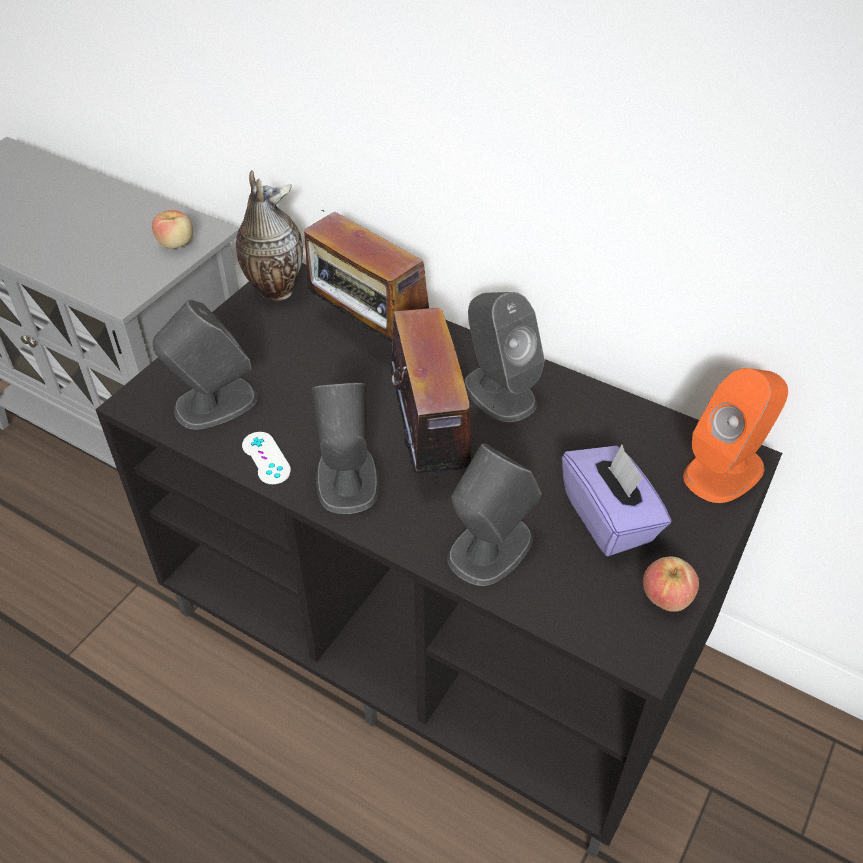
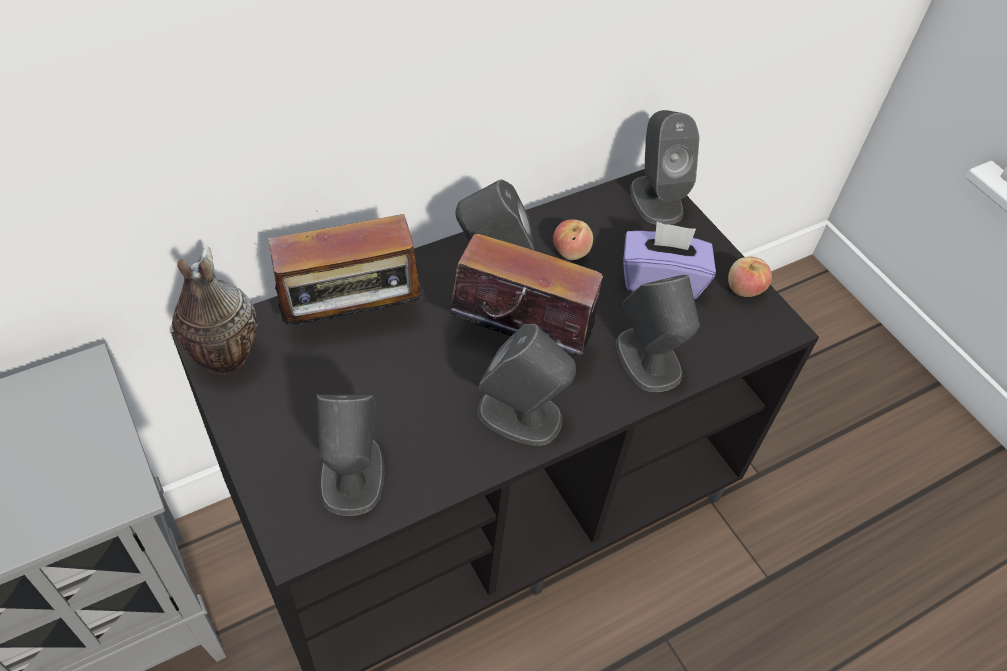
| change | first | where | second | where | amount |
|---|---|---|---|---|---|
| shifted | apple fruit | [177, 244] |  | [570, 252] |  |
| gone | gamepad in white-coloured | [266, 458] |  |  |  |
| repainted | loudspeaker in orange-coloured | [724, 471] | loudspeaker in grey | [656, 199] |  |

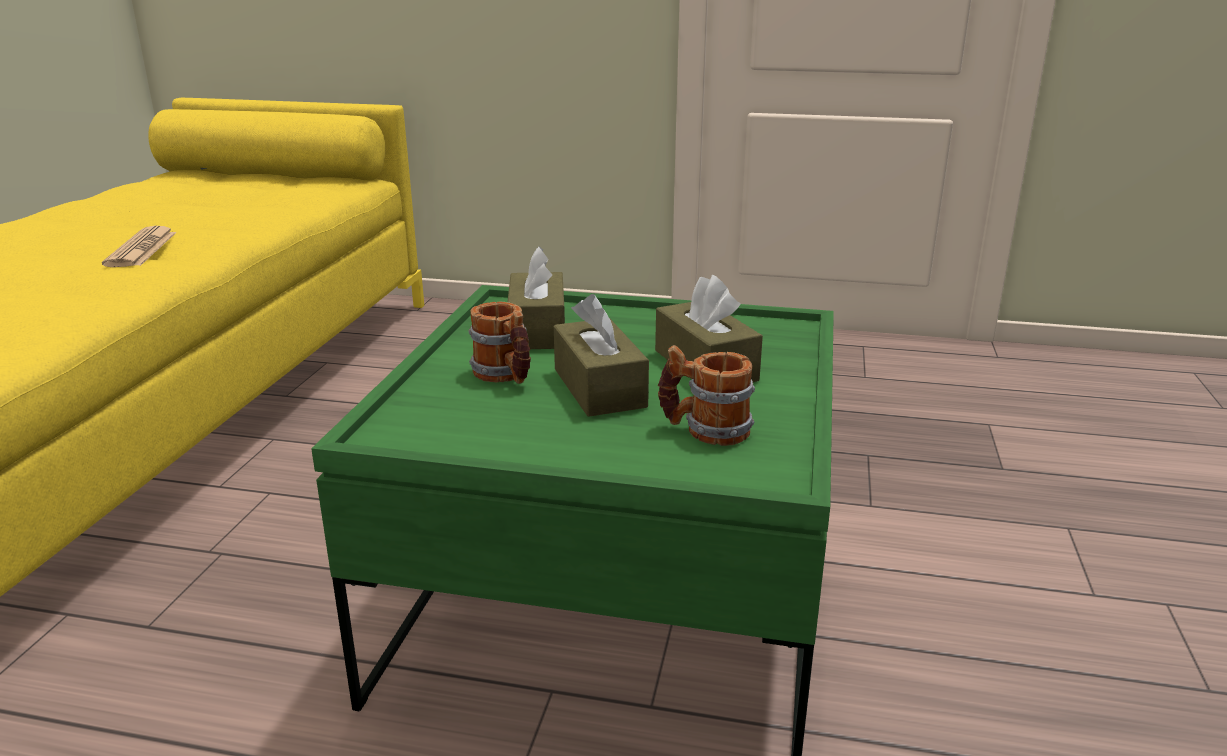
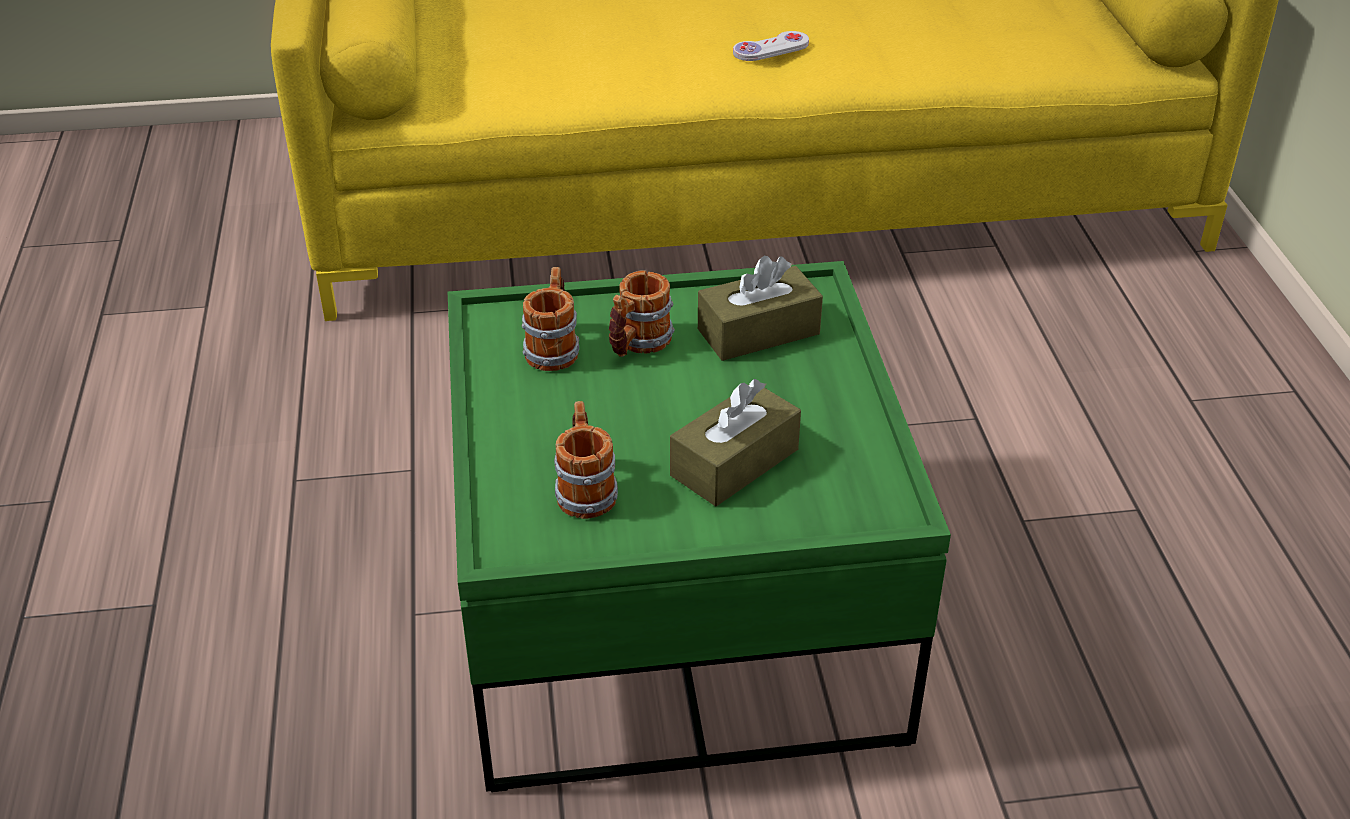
| change | first | where | second | where | amount |
|---|---|---|---|---|---|
| swapped | daily paper | [141, 249] | gamepad in white-coloured | [771, 49] |  |
| gone | tissue holder in brown-coloured | [599, 388] |  |  |  |
| new |  |  | mug | [554, 347] |  |

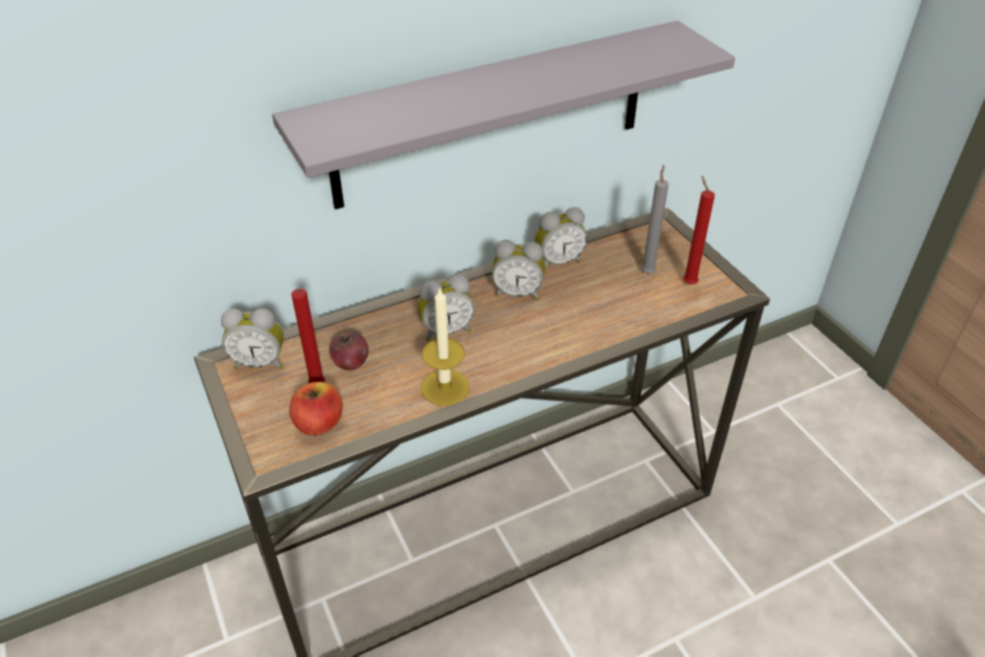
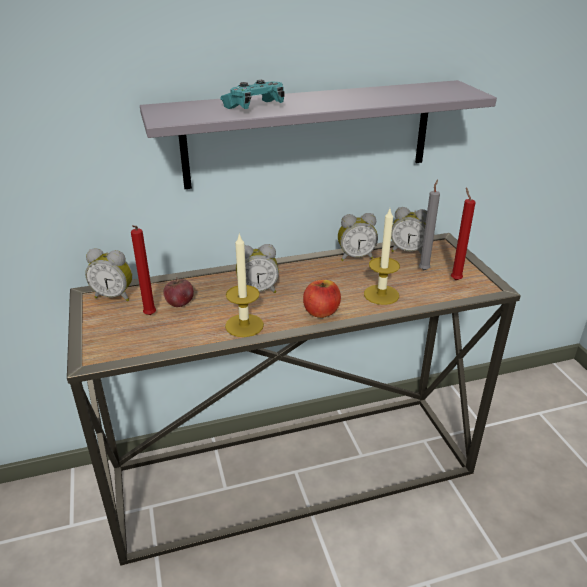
| change | first | where | second | where | amount |
|---|---|---|---|---|---|
| shifted | apple fruit | [319, 423] |  | [321, 312] |  |
| shifted | alarm clock | [518, 293] |  | [408, 251] |  |
| new |  |  | gamepad in blue-green | [254, 107] |  |
| new |  |  | wax candle | [381, 294] |  |

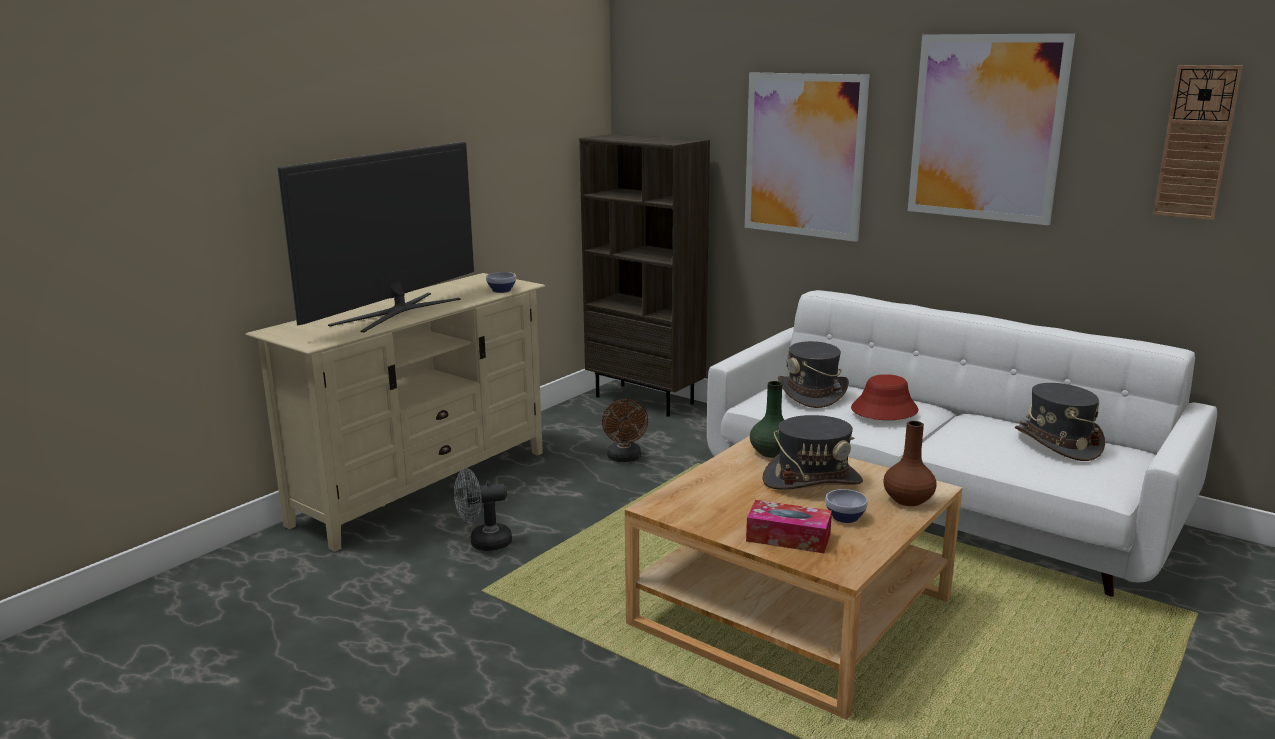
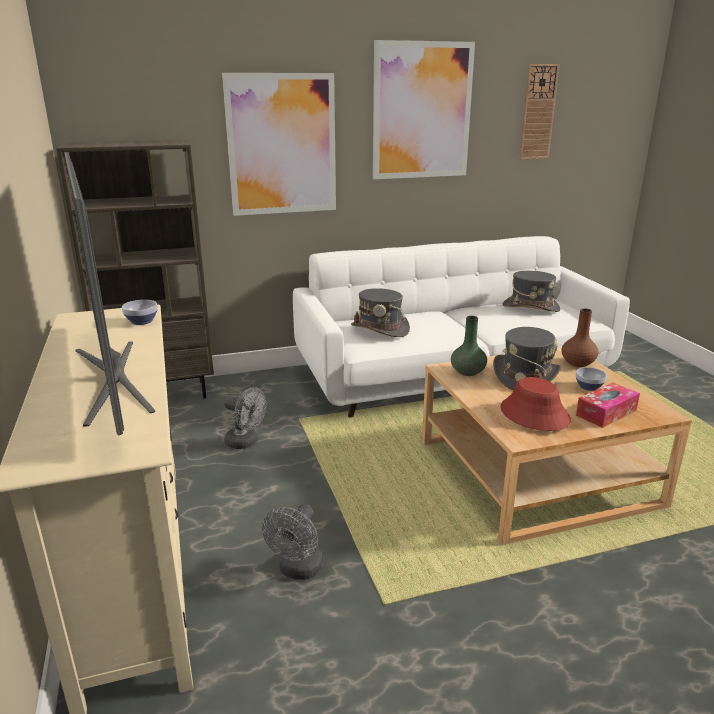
| change | first | where | second | where | amount |
|---|---|---|---|---|---|
| repainted | cooling fan in brown-coloured | [625, 458] | cooling fan in grey | [246, 442] |  |
| shifted | clothing hat in red | [884, 410] |  | [534, 414] |  |

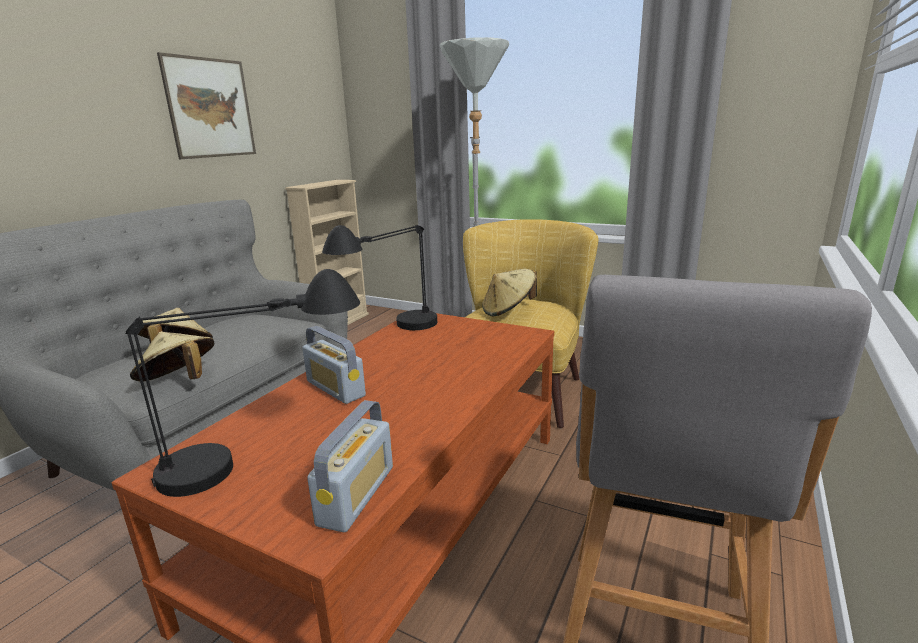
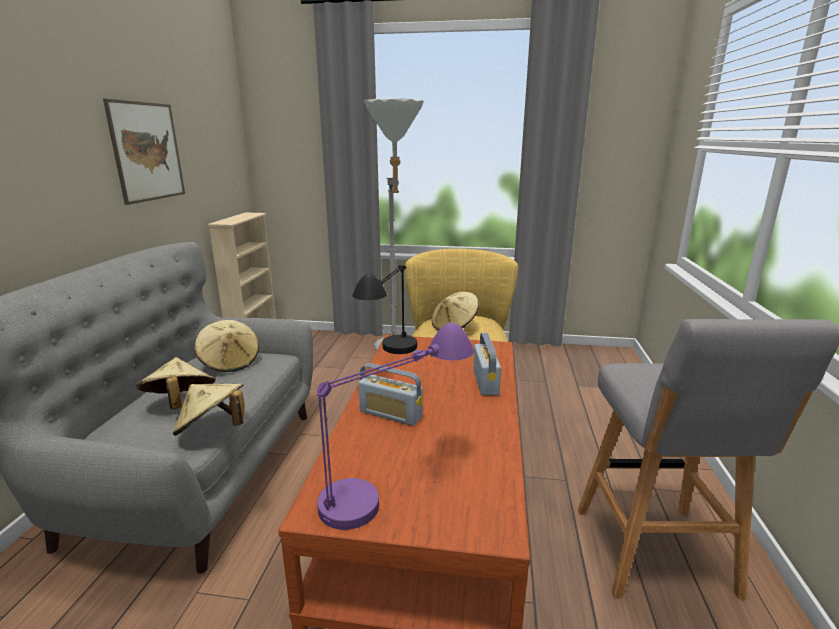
| change | first | where | second | where | amount |
|---|---|---|---|---|---|
| repainted | lamp for a table in black-coloured | [262, 460] | lamp for a table in purple | [394, 484] |  |
| shifted | radio set | [357, 495] |  | [485, 382] |  |
| new |  |  | clothing hat in beige | [230, 362] |  |

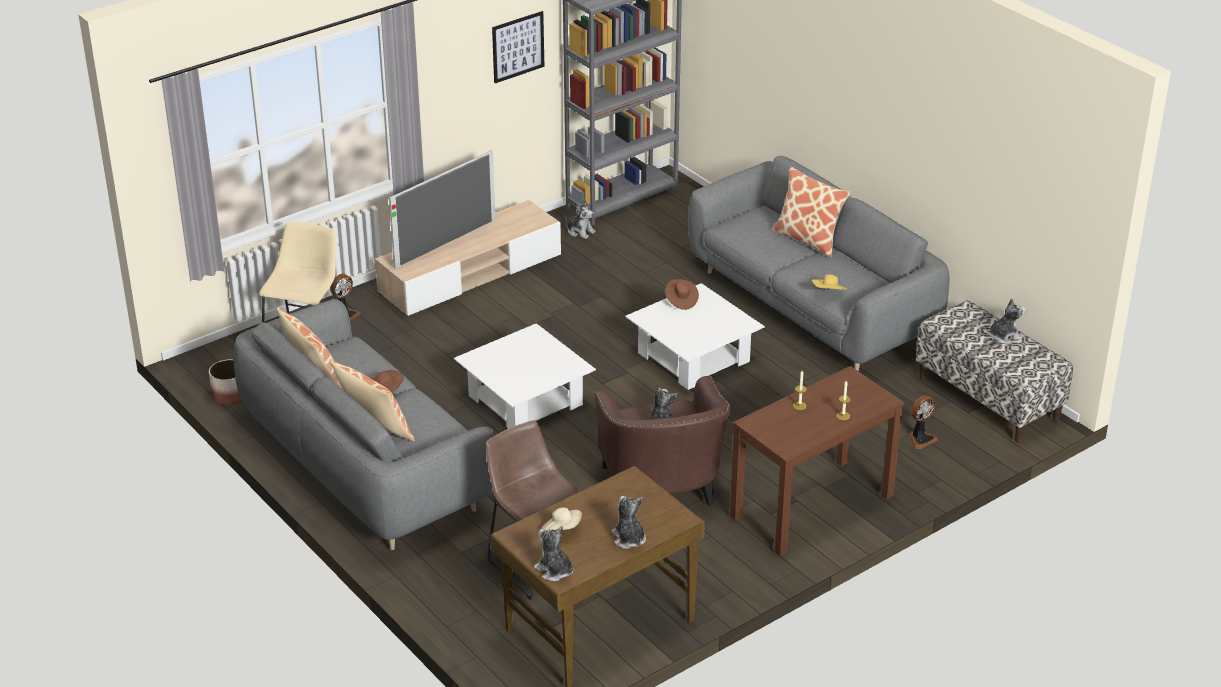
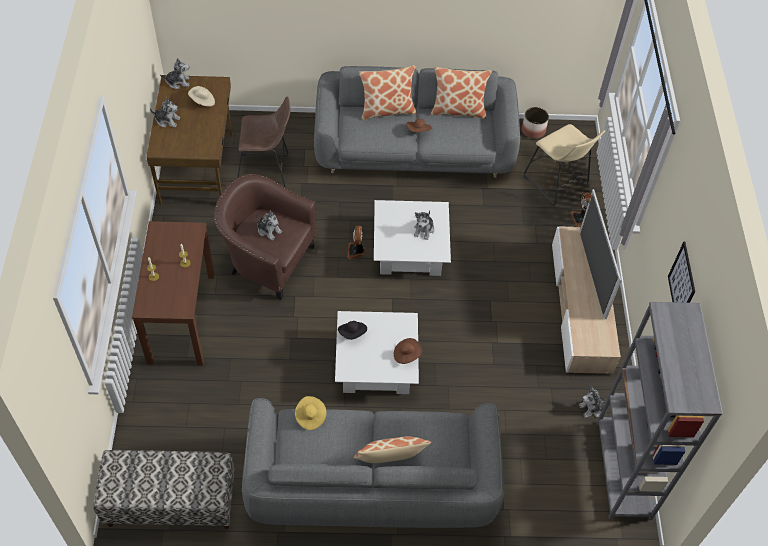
| change | first | where | second | where | amount |
|---|---|---|---|---|---|
| shifted | cooling fan | [921, 439] |  | [356, 251] |  |
| shifted | cuddly toy | [1004, 336] |  | [424, 230] |  |
| new |  |  | clothing hat in black-coloured | [352, 333] |  |

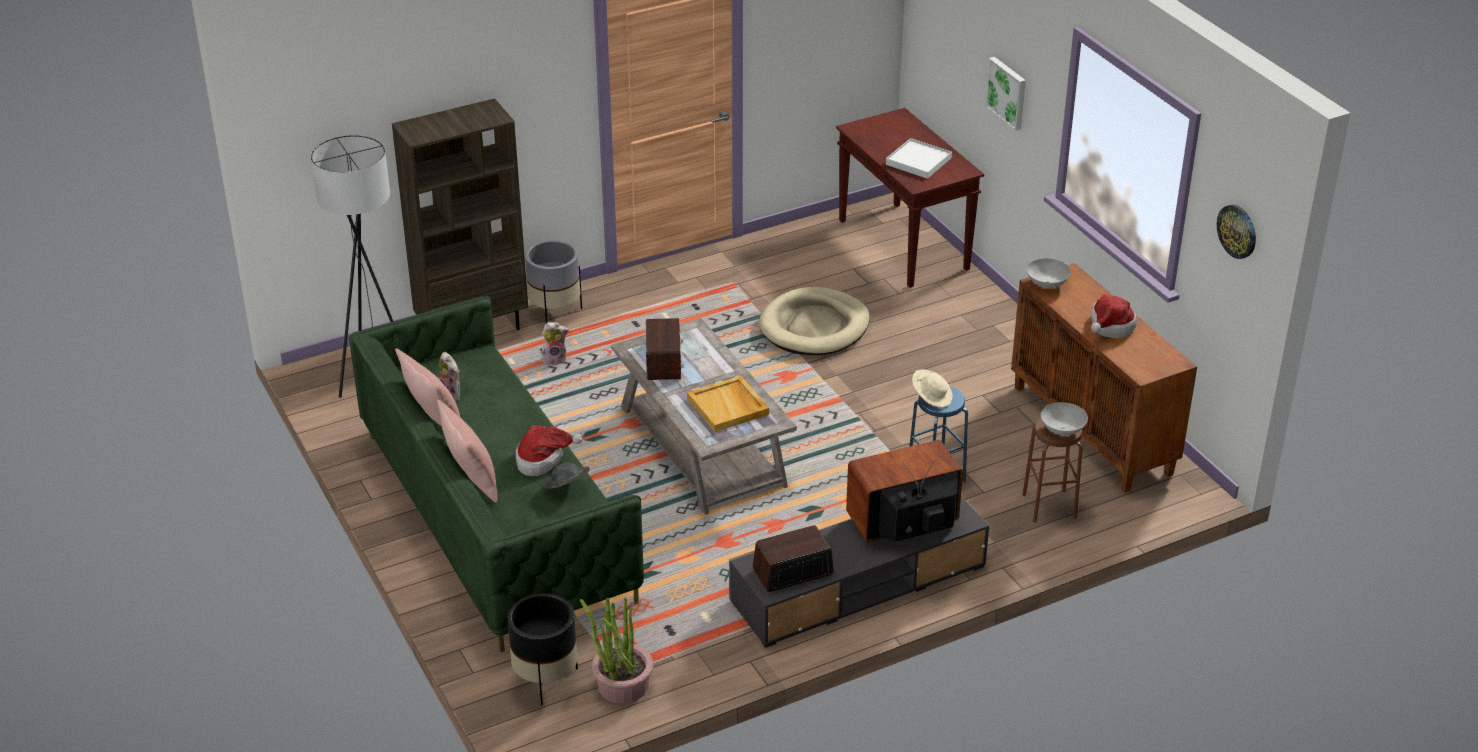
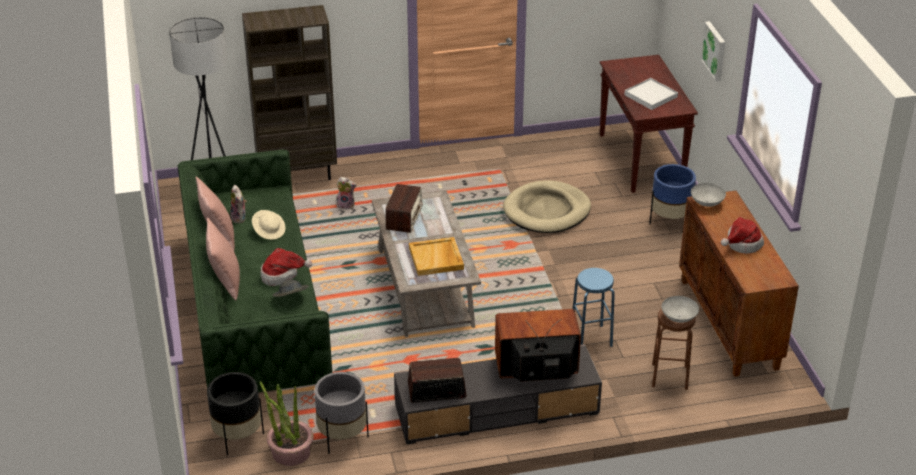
| change | first | where | second | where | amount |
|---|---|---|---|---|---|
| shifted | planter in grey | [555, 313] |  | [342, 437] |  |
| shifted | clothing hat in beige | [931, 397] |  | [269, 231] |  |
| gone | hanging clock | [1237, 231] |  |  |  |
| new |  |  | planter in bluish | [670, 221] |  |

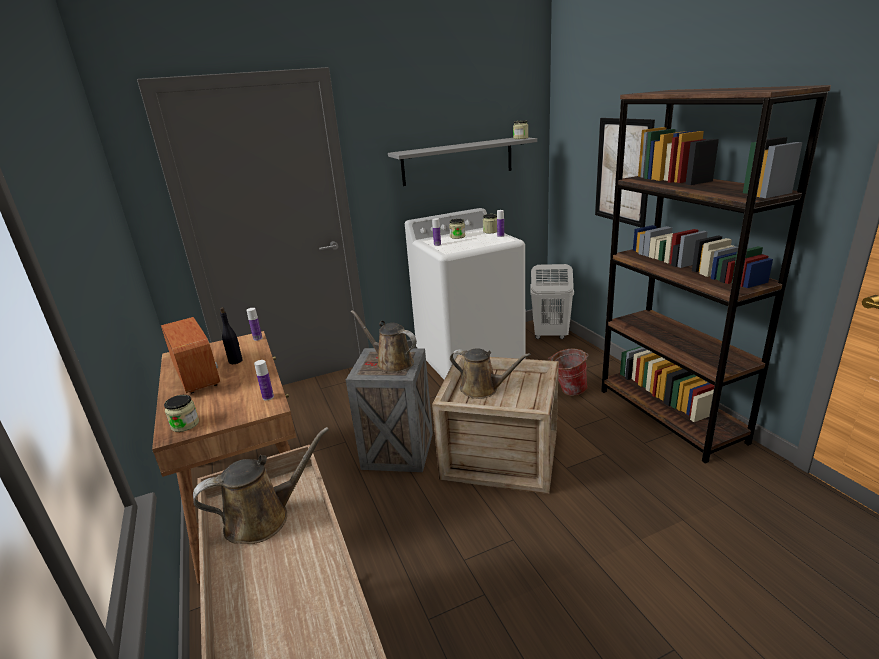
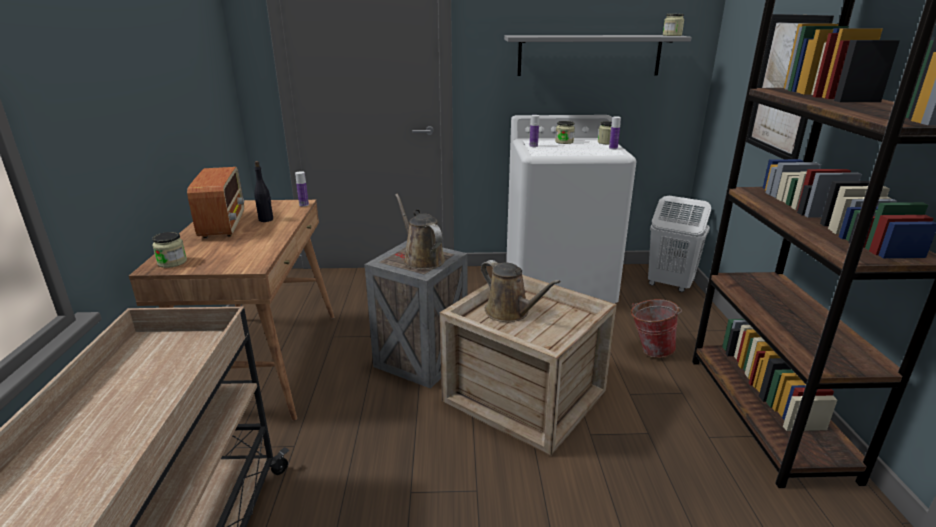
| change | first | where | second | where | amount |
|---|---|---|---|---|---|
| gone | watering pot in brown-coloured | [263, 518] |  |  |  |
| gone | drink bottle | [268, 397] |  |  |  |

